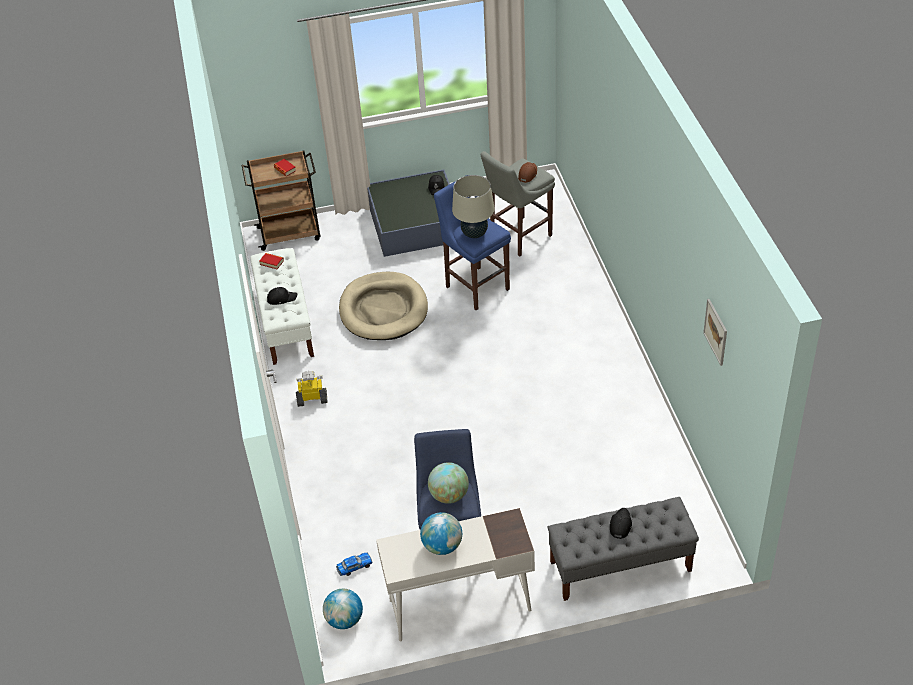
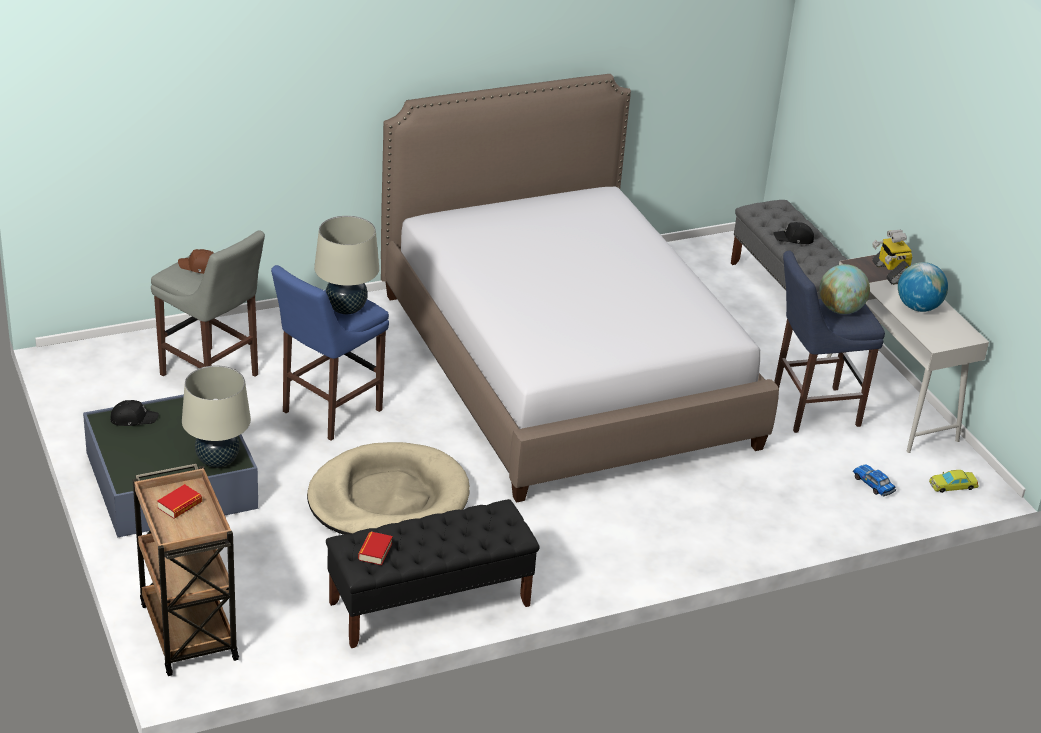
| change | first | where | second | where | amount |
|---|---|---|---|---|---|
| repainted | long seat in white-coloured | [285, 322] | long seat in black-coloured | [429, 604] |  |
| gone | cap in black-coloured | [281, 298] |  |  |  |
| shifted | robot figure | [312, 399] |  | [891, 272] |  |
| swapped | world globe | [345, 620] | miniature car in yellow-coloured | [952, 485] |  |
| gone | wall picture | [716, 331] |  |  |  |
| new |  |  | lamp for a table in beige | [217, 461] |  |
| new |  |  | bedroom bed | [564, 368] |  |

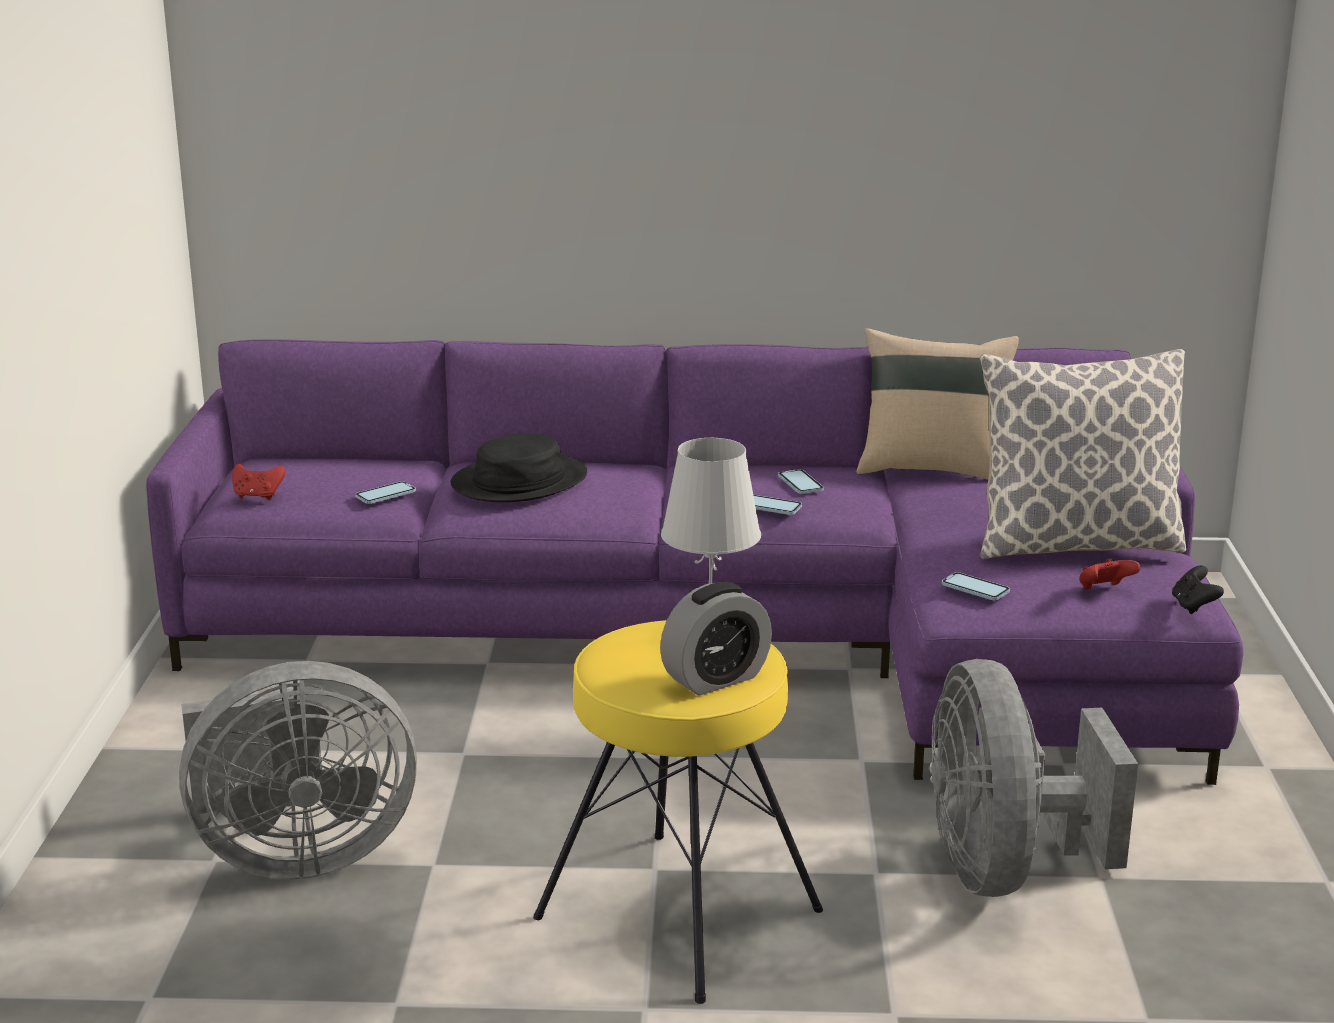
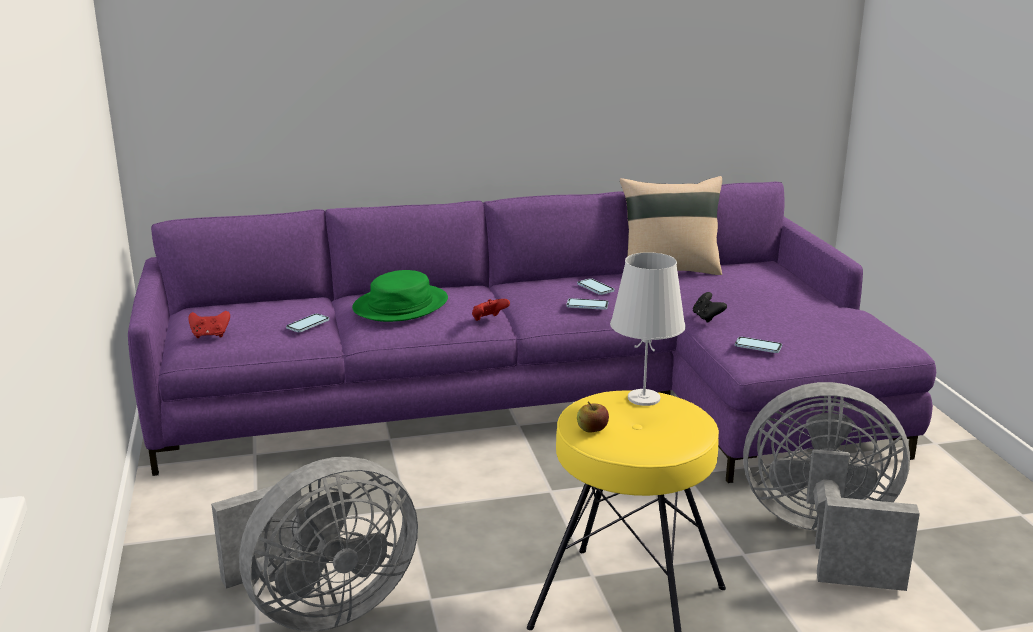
| change | first | where | second | where | amount |
|---|---|---|---|---|---|
| repainted | clothing hat in black-coloured | [519, 481] | clothing hat in green | [400, 305] |  |
| gone | alarm clock | [715, 679] |  |  |  |
| rotated | cooling fan in grey | [1004, 870] |  | [824, 538] | 120 degrees clockwise |
| gone | throw pillow | [1075, 545] |  |  |  |
| shifted | gamepad in red | [1104, 590] |  | [488, 320] |  |
| shifted | gamepad in black-coloured | [1193, 606] |  | [707, 318] |  |
| new |  |  | apple fruit | [592, 429] |  |

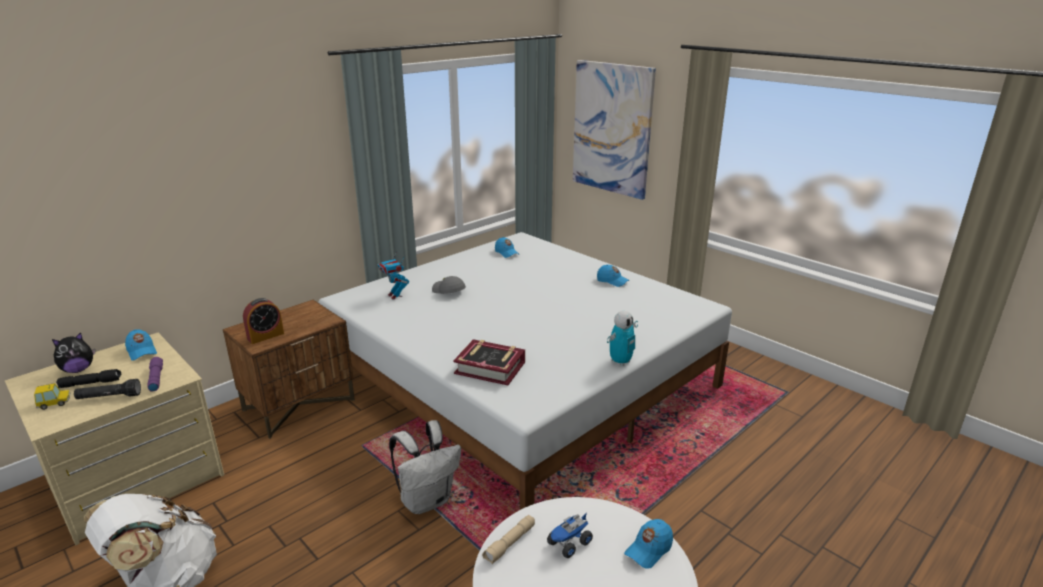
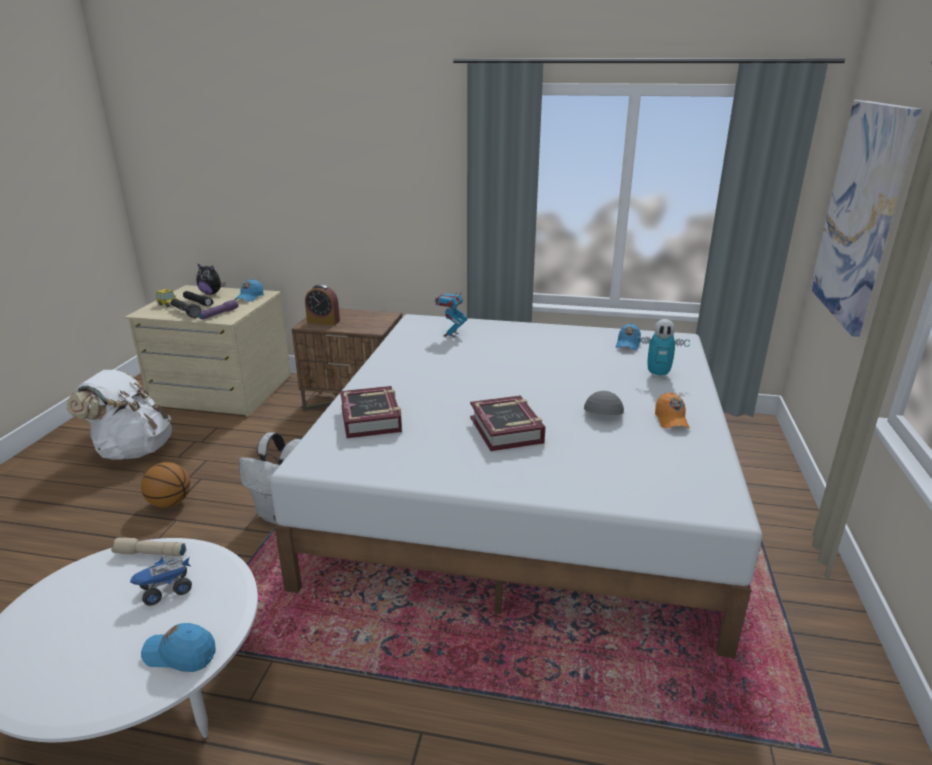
| change | first | where | second | where | amount |
|---|---|---|---|---|---|
| shifted | cap in grey | [448, 291] |  | [602, 411] |  |
| rotated | toy truck | [569, 544] |  | [166, 591] | 45 degrees counterclockwise |
| repainted | cap in bluish | [612, 281] | cap in orange-coloured | [671, 420] |  |
| shifted | robot figure | [620, 362] |  | [658, 375] |  |
| new |  |  | ball for basketball | [170, 503] |  |
| new |  |  | book | [507, 430] |  |

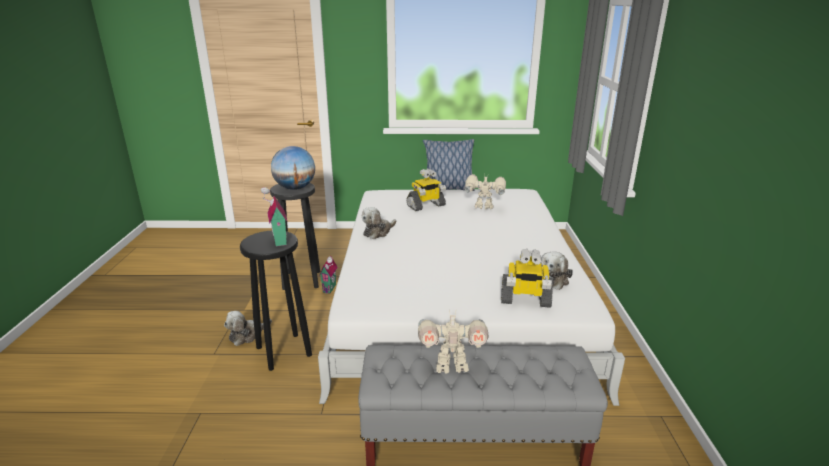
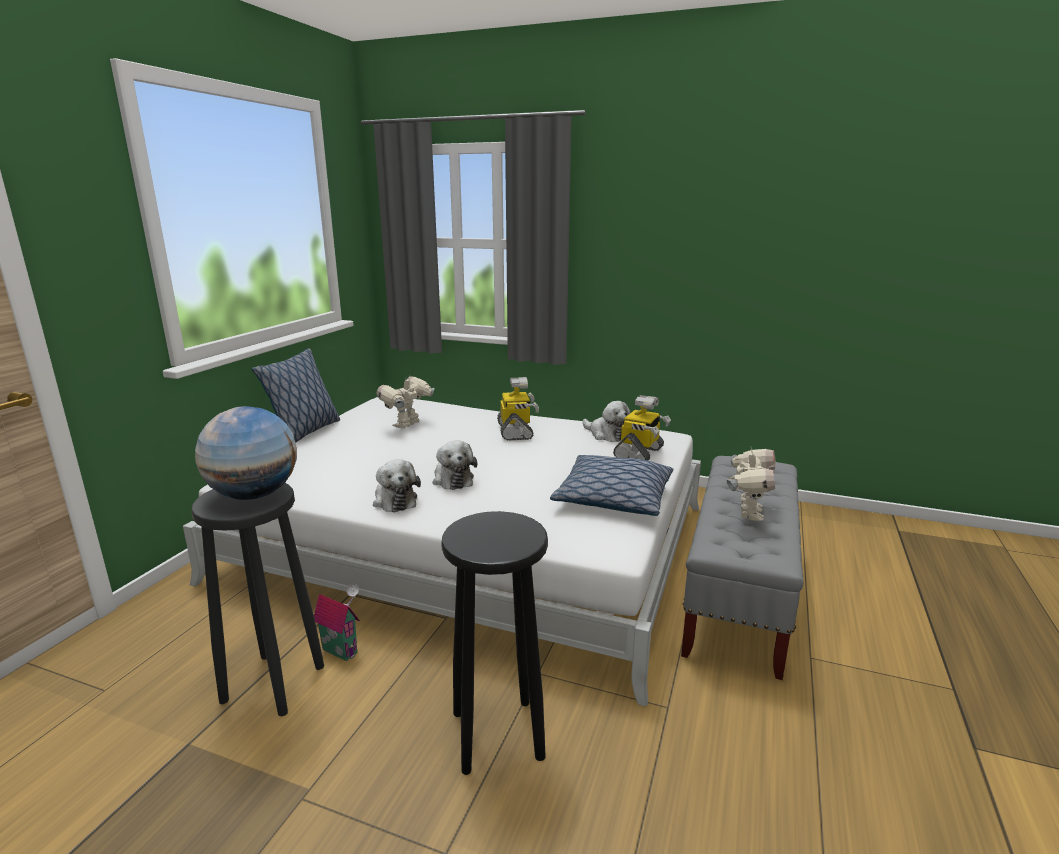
| change | first | where | second | where | amount |
|---|---|---|---|---|---|
| shifted | cuddly toy | [247, 335] |  | [452, 479] |  |
| gone | toy house | [278, 241] |  |  |  |
| shifted | robot figure | [426, 206] |  | [516, 431] |  |
| new |  |  | throw pillow | [613, 499] |  |

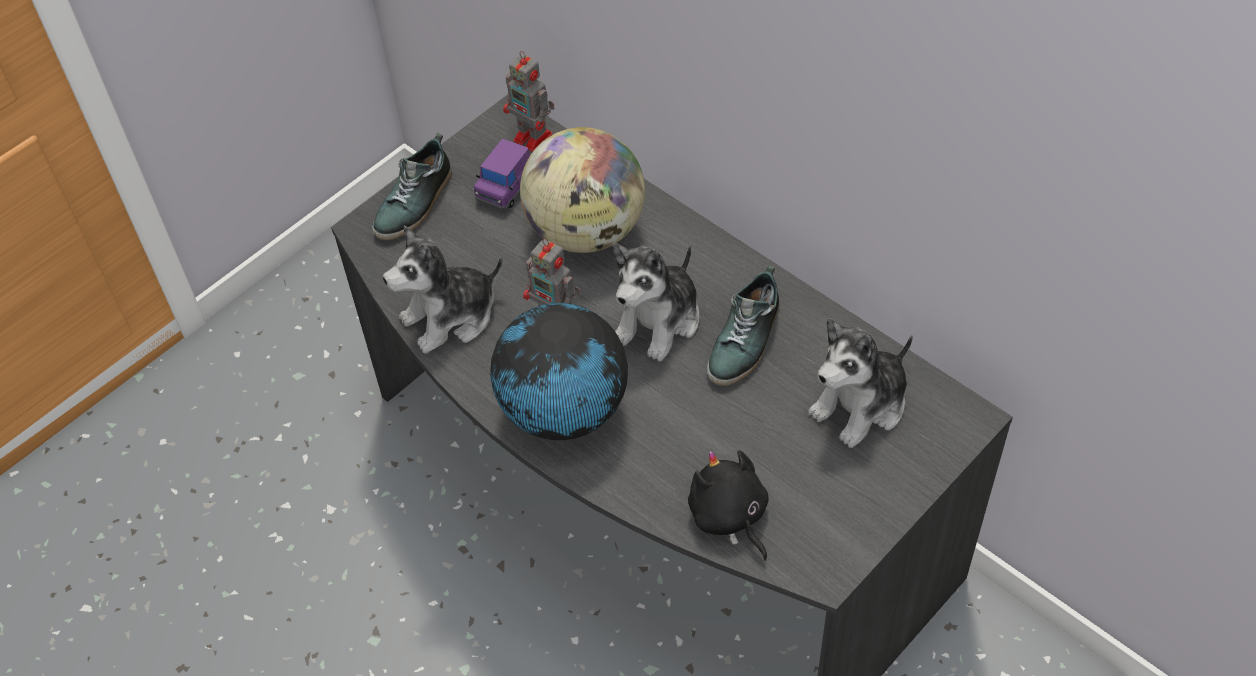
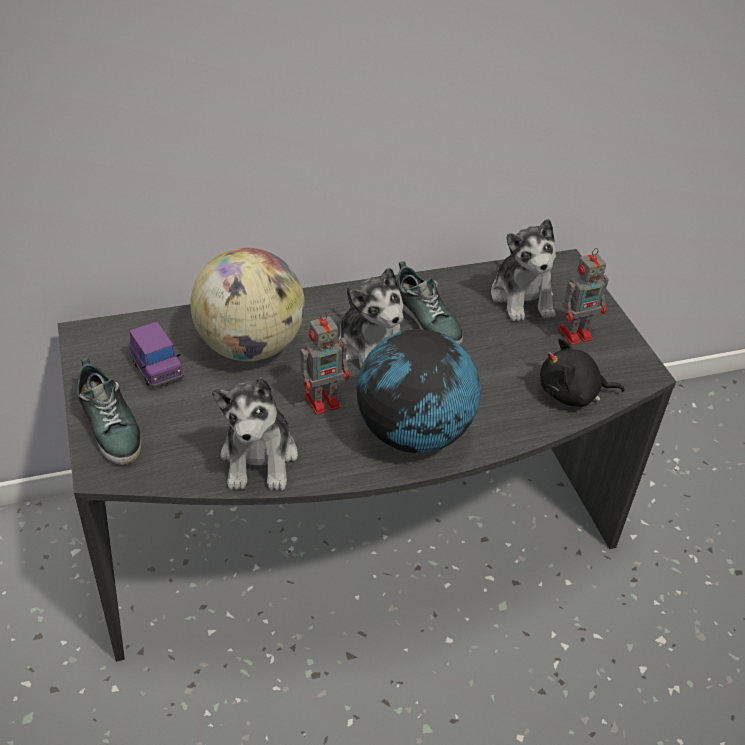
| change | first | where | second | where | amount |
|---|---|---|---|---|---|
| shifted | robot figure | [534, 138] |  | [576, 333] |  |

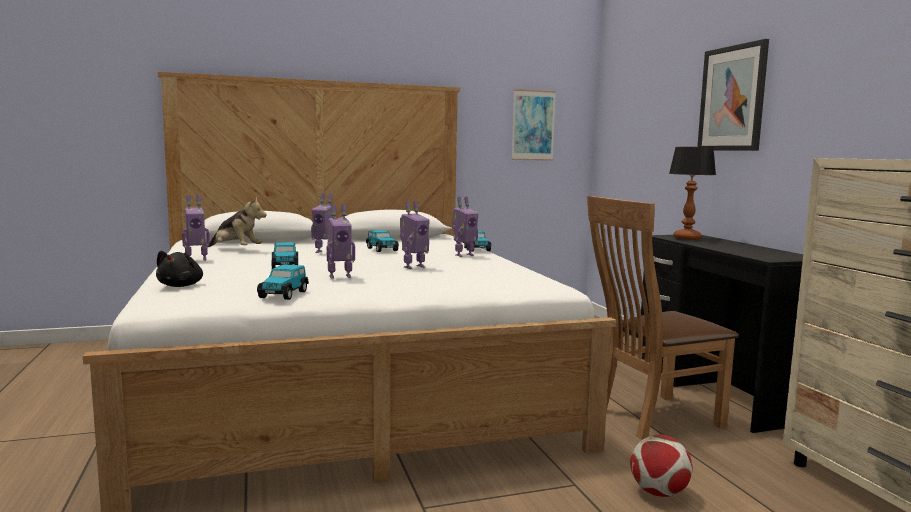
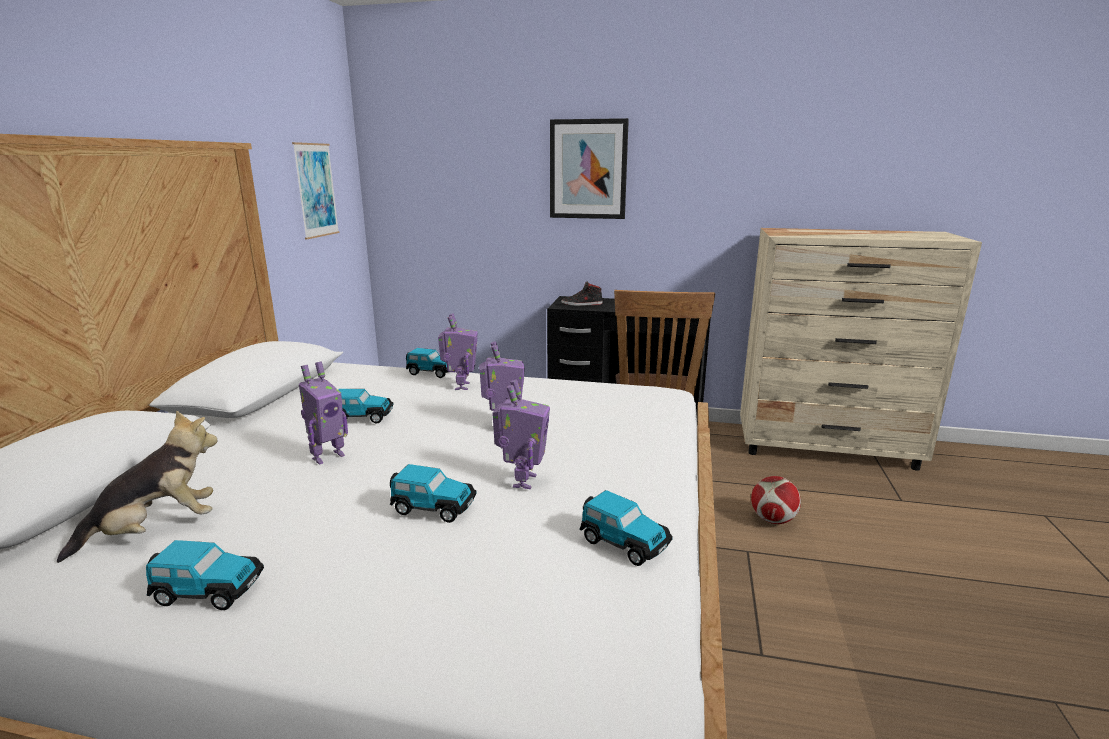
| change | first | where | second | where | amount |
|---|---|---|---|---|---|
| gone | cuddly toy in black-coloured | [181, 286] |  |  |  |
| swapped | robot figure | [196, 259] | miniature car | [207, 590] |  |
| swapped | lamp for a table | [687, 238] | shoe in black-coloured | [582, 304] |  |

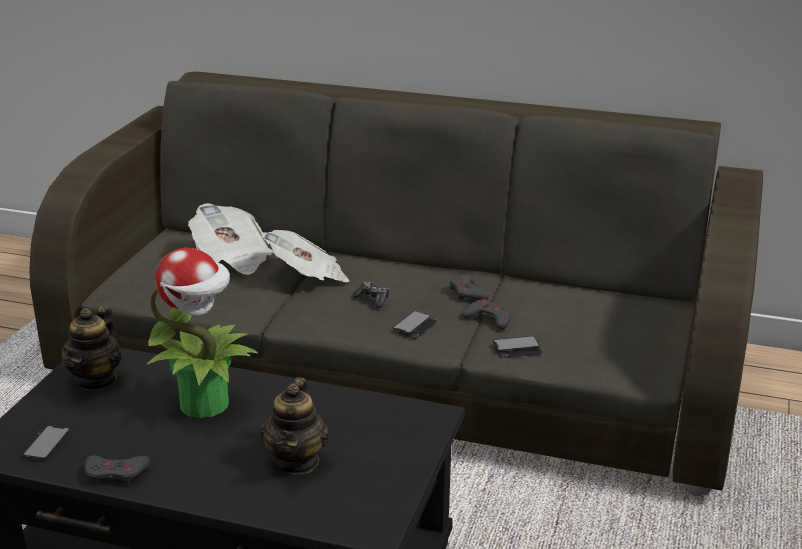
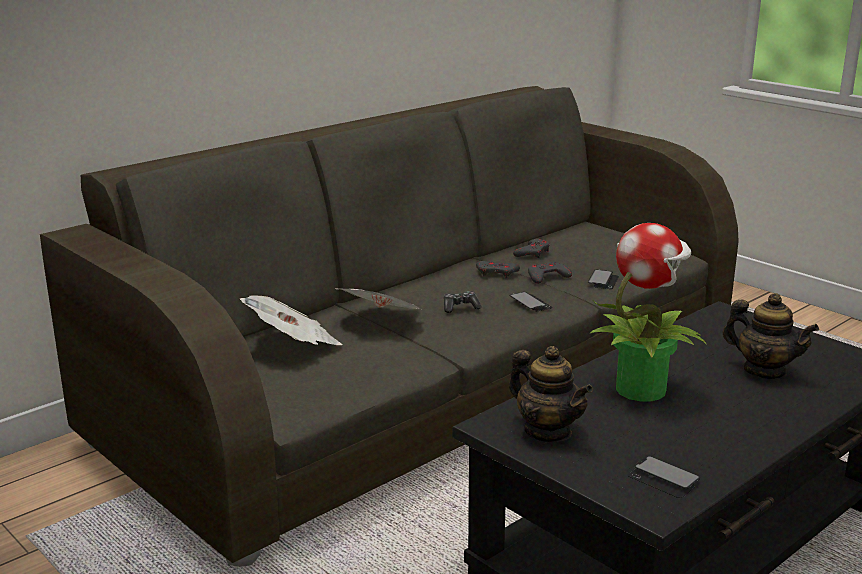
| change | first | where | second | where | amount |
|---|---|---|---|---|---|
| shifted | gamepad in grey | [116, 474] |  | [532, 252] |  |

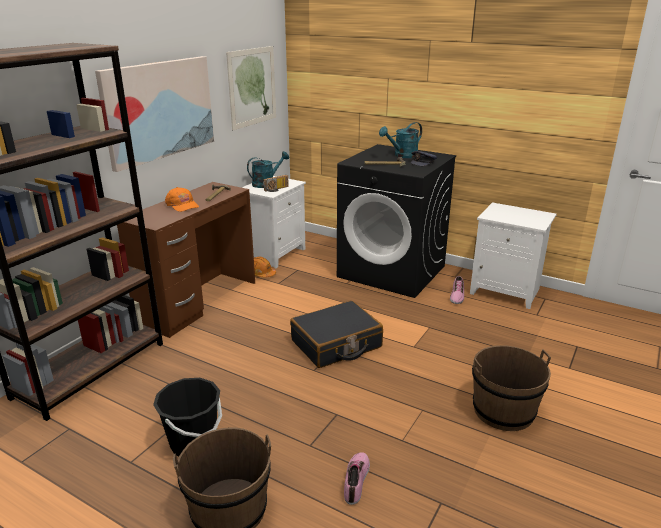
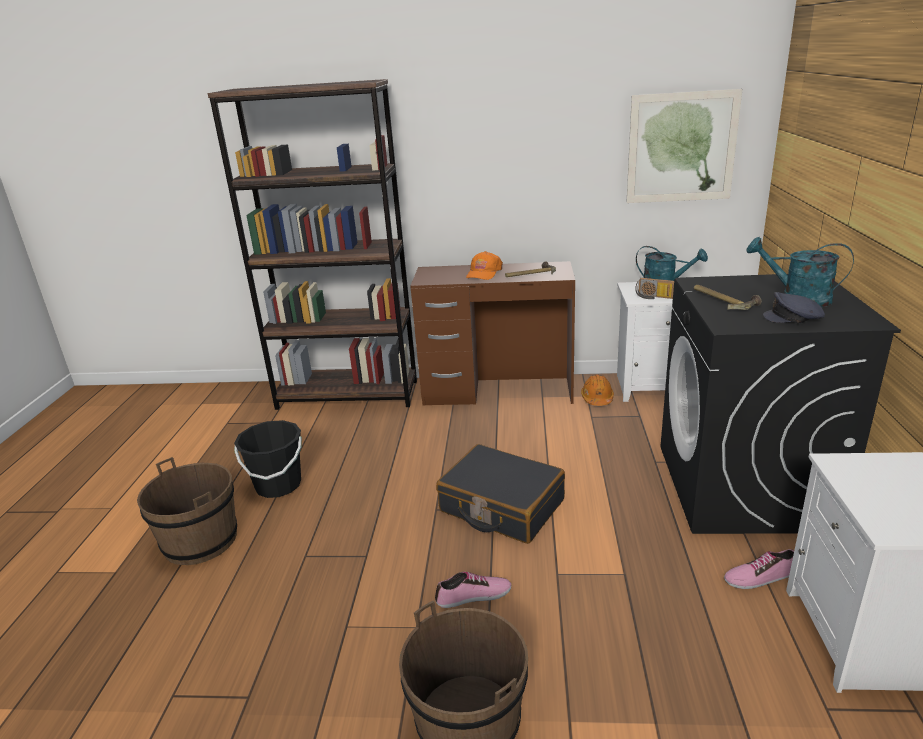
| change | first | where | second | where | amount |
|---|---|---|---|---|---|
| gone | wall picture | [159, 110] |  |  |  |
| shifted | shoe | [356, 480] |  | [474, 596] |  |

